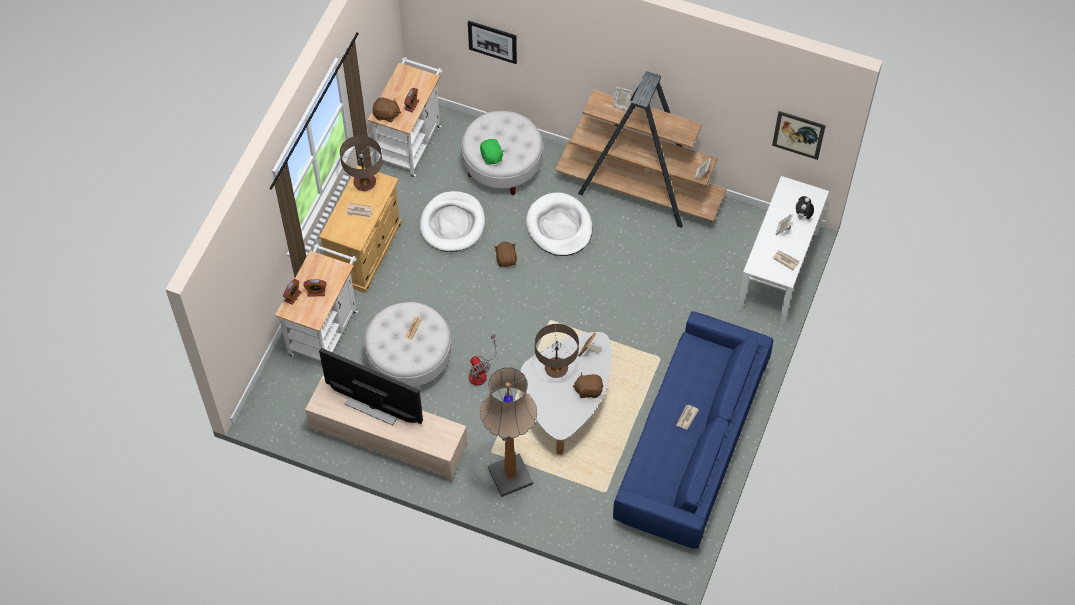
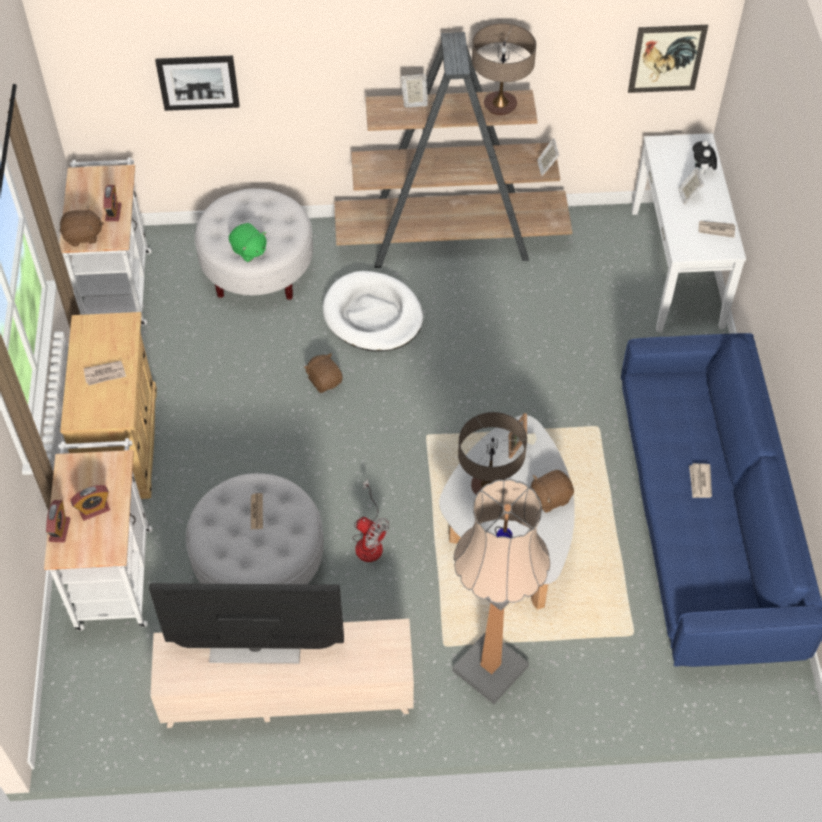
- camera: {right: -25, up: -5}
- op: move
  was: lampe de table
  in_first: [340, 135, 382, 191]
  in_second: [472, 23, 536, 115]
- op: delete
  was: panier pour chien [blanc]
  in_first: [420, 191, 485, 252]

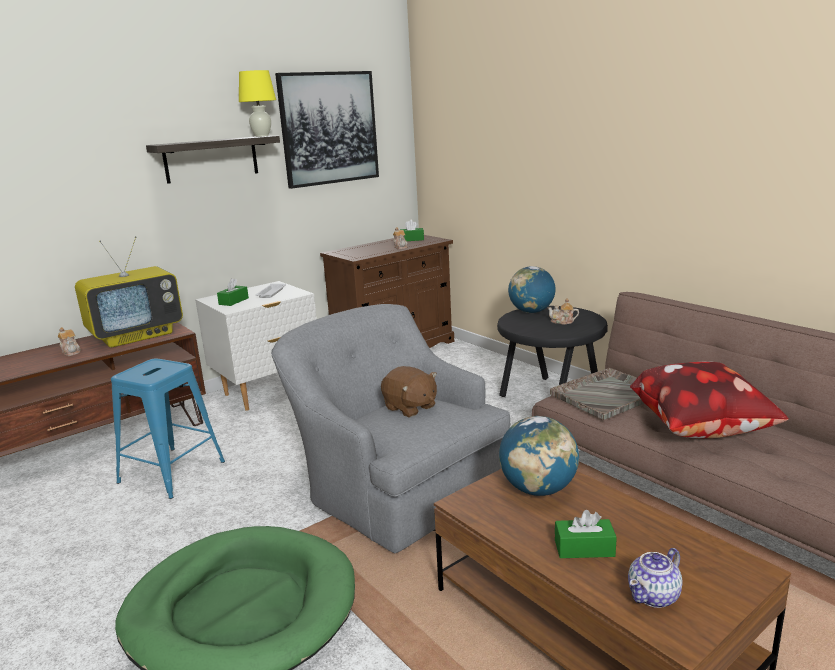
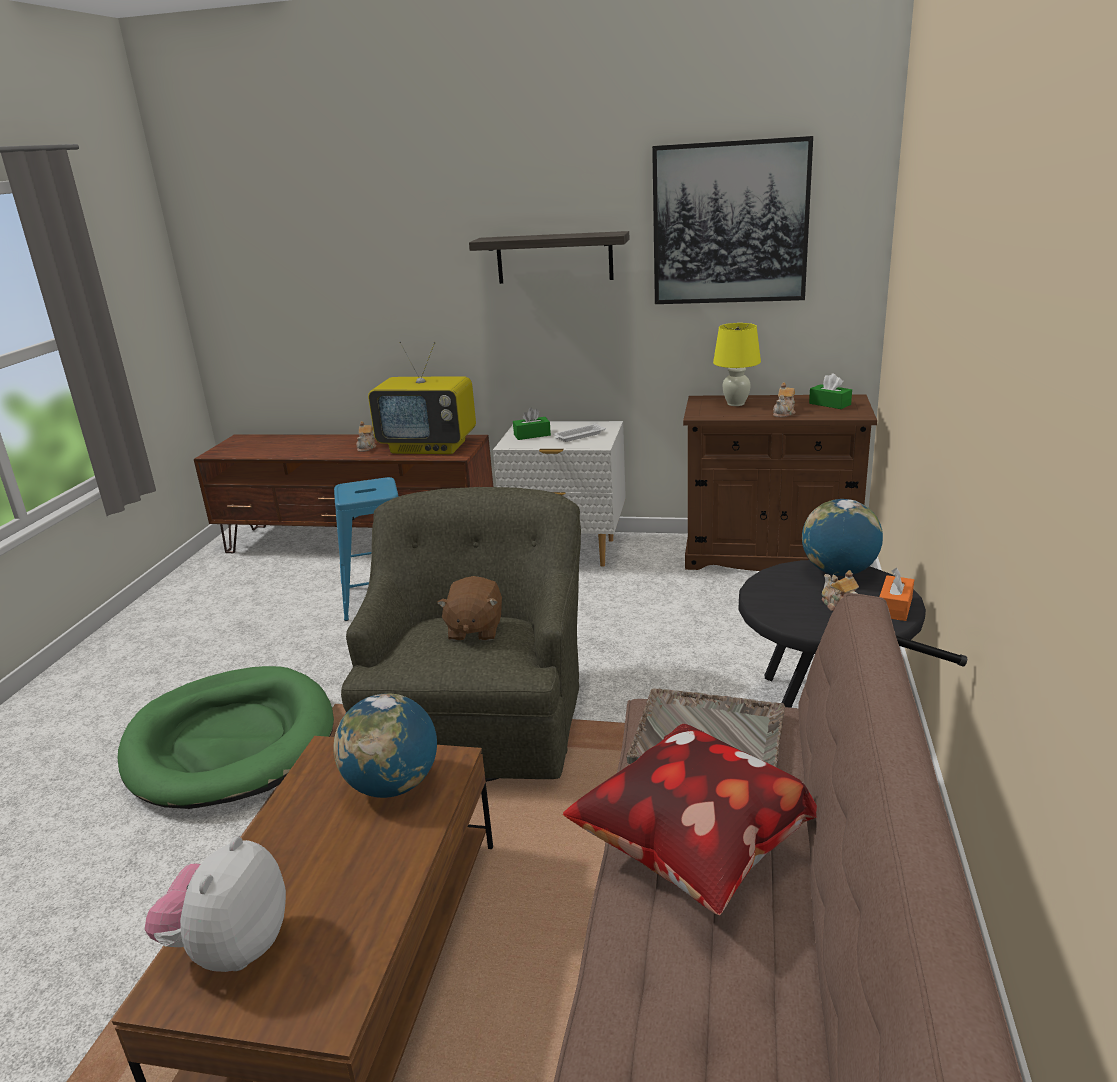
- camera: {right: 50, up: 5}
- op: replace
  was: théière
  now: peluche
  in_first: [628, 548, 683, 608]
  in_second: [145, 836, 286, 972]
- op: recolor
  was: fauteuil [gris]
  now: fauteuil [vert]
  in_first: [271, 304, 510, 553]
  in_second: [341, 487, 581, 782]
- op: move
  was: lampe de table [jaune]
  in_first: [239, 70, 276, 137]
  in_second: [713, 323, 761, 406]
- op: insert
  now: boîte à mouchoirs [orange]
  in_second: [879, 568, 914, 621]
- op: delete
  was: boîte à mouchoirs [vert]
  in_first: [555, 510, 617, 558]

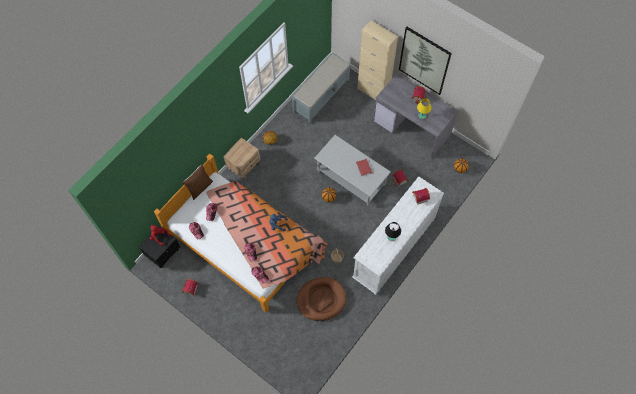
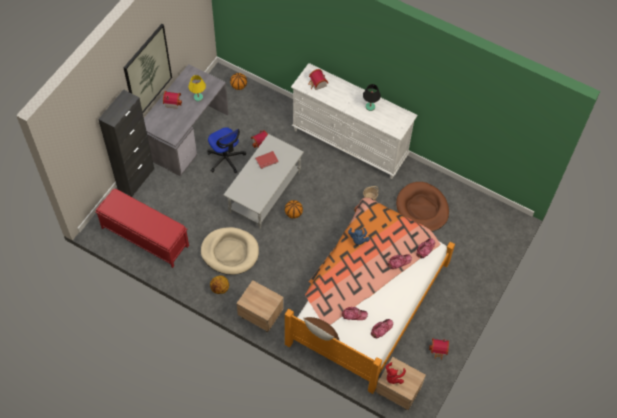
- camera: {right: -100, up: -5}
- op: recolor
  was: banc [gris]
  now: banc [rouge]
  in_first: [291, 52, 351, 123]
  in_second: [95, 189, 189, 268]
- op: recolor
  was: meuble de rangement [beige]
  now: meuble de rangement [noir]
  in_first: [357, 20, 398, 100]
  in_second: [98, 90, 154, 197]
- op: insert
  now: panier pour chien [beige]
  in_second: [201, 227, 259, 275]
- op: insert
  now: chaise de bureau
  in_second: [207, 127, 246, 173]
- op: recolor
  was: table de chevet [noir]
  now: table de chevet [beige]
  in_first: [138, 225, 180, 268]
  in_second: [376, 357, 426, 411]

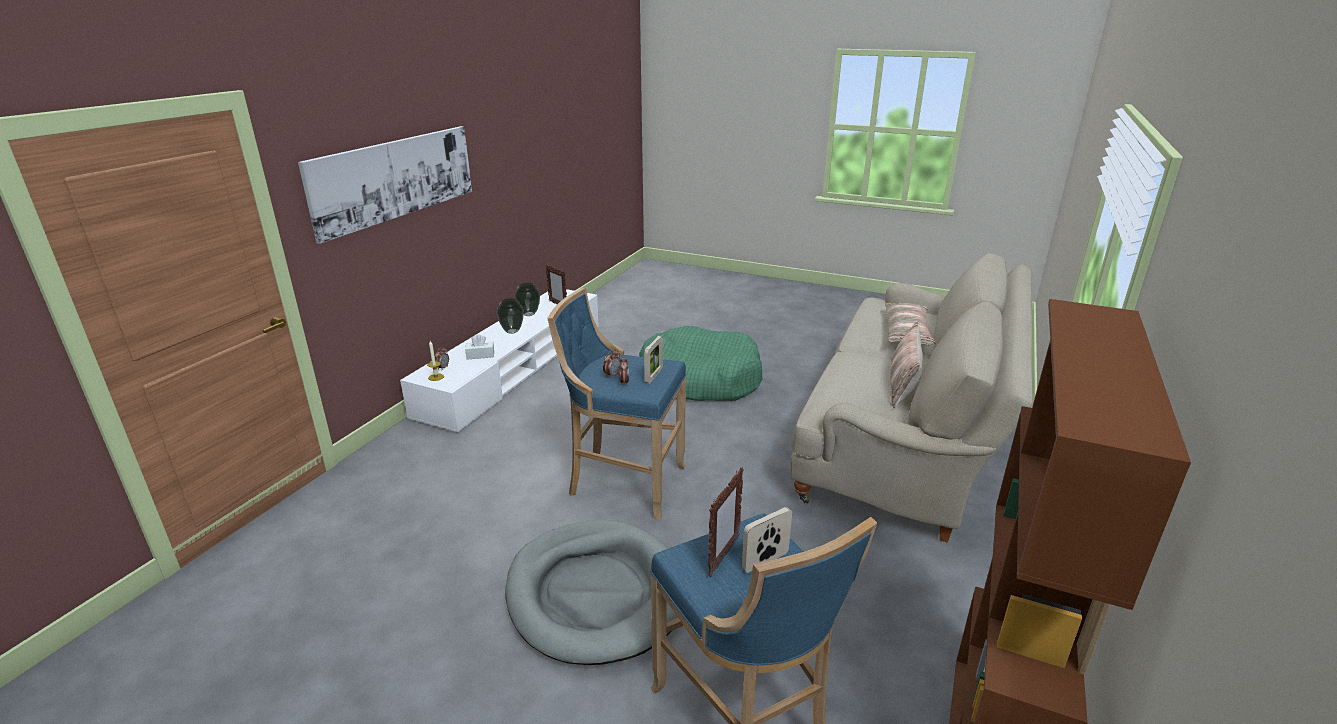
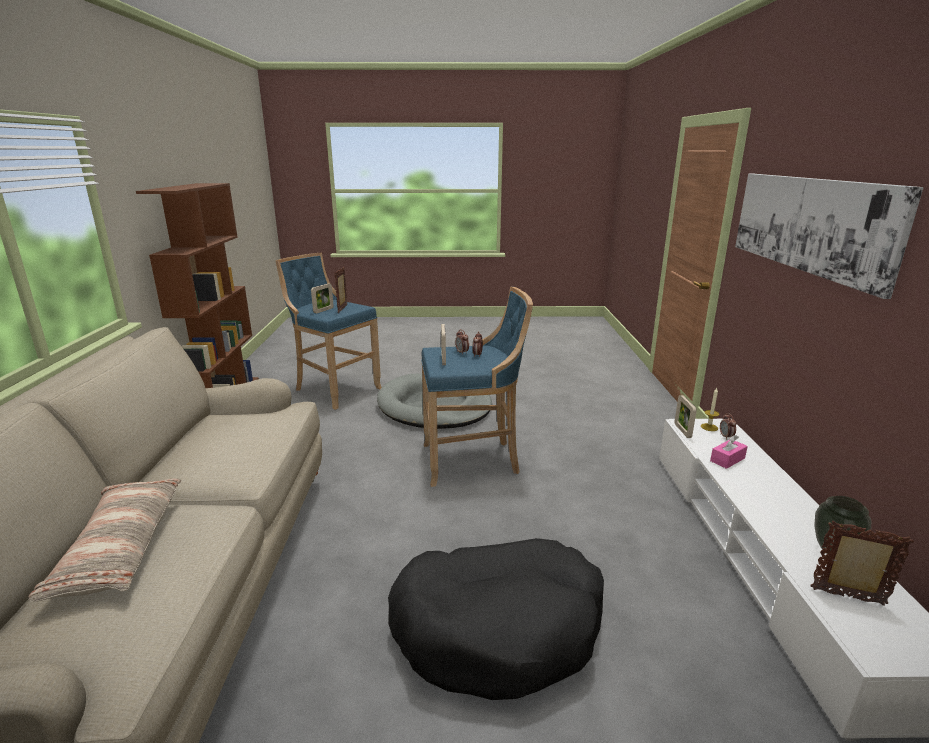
- camera: {right: 155, up: -5}
- op: recolor
  was: panier pour chien [vert]
  now: panier pour chien [noir]
  in_first: [639, 326, 762, 401]
  in_second: [388, 538, 604, 700]
- op: insert
  now: cadre photo
  in_second: [675, 395, 697, 438]
- op: recolor
  was: boîte à mouchoirs [blanc]
  now: boîte à mouchoirs [rose]
  in_first: [465, 334, 494, 359]
  in_second: [710, 435, 748, 469]
- op: delete
  was: vase
  in_first: [497, 298, 524, 334]
- op: delete
  was: coussin
  in_first: [891, 322, 923, 408]

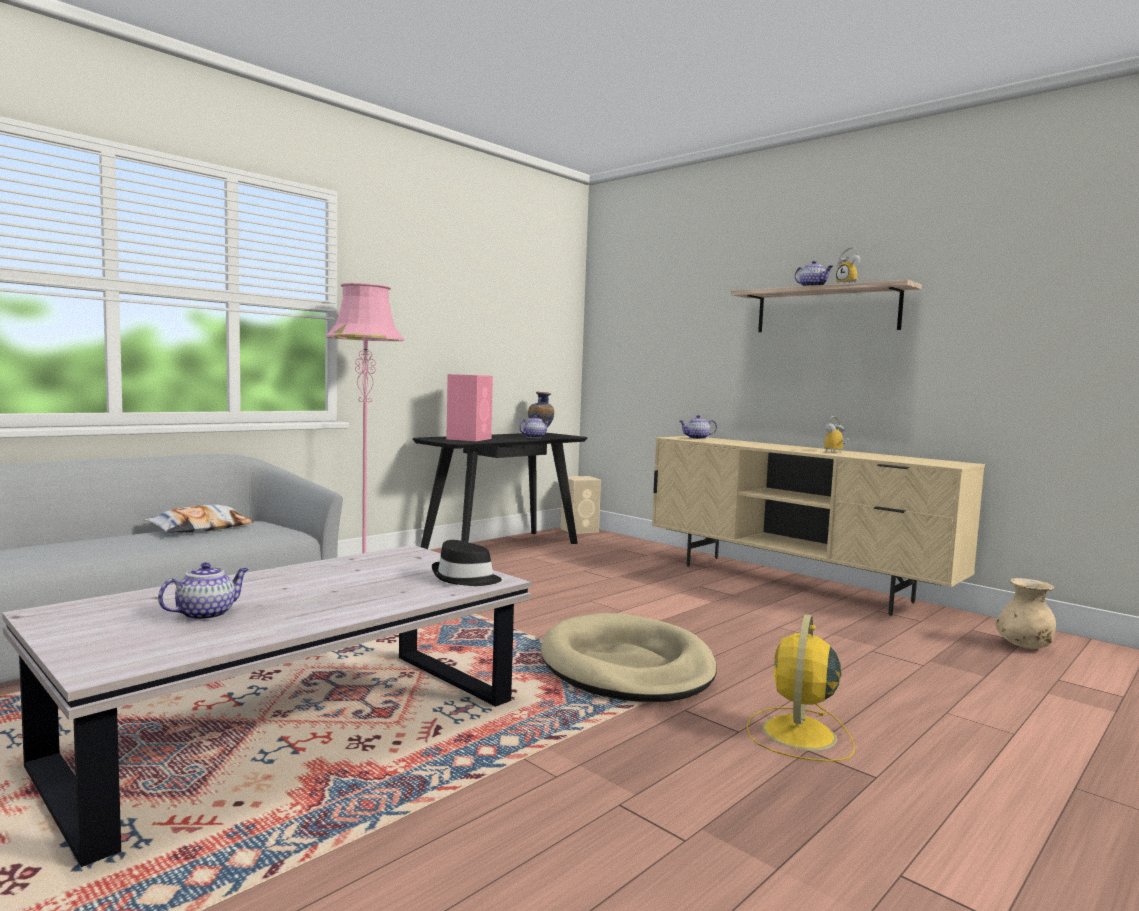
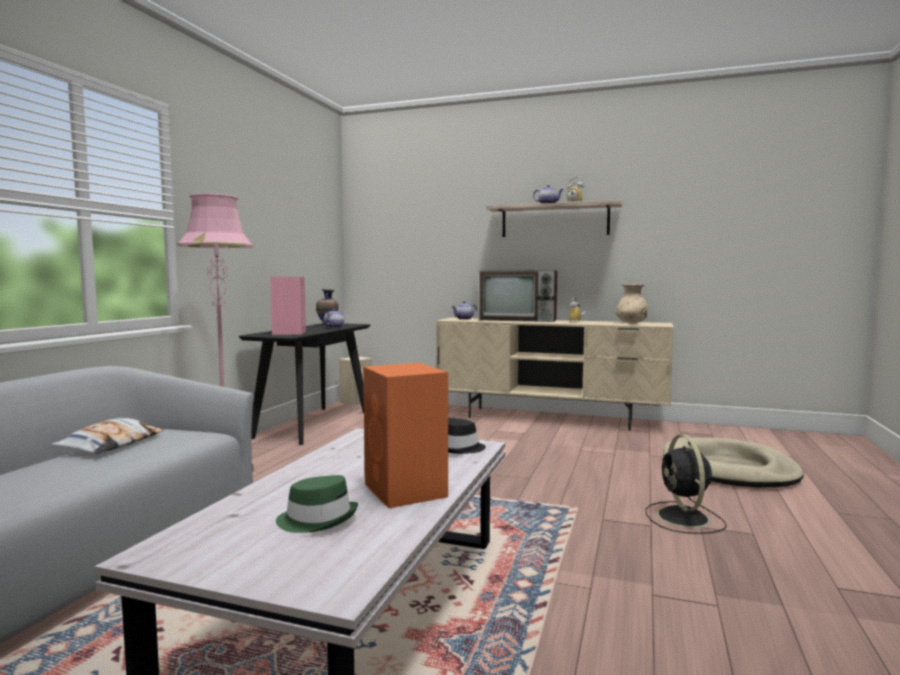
- camera: {right: -25, up: 0}
- op: replace
  was: théière
  now: chapeau [vert]
  in_first: [158, 562, 249, 620]
  in_second: [276, 475, 358, 533]
- op: insert
  now: enceinte [orange]
  in_second: [363, 363, 448, 508]
- op: insert
  now: téléviseur
  in_second: [479, 271, 557, 322]
- op: move
  was: vase [beige]
  in_first: [996, 578, 1056, 649]
  in_second: [616, 284, 648, 323]
- op: recolor
  was: ventilateur [jaune]
  now: ventilateur [noir]
  in_first: [747, 614, 855, 762]
  in_second: [646, 435, 727, 534]
- op: move
  was: panier pour chien [beige]
  in_first: [541, 613, 717, 702]
  in_second: [663, 437, 804, 488]

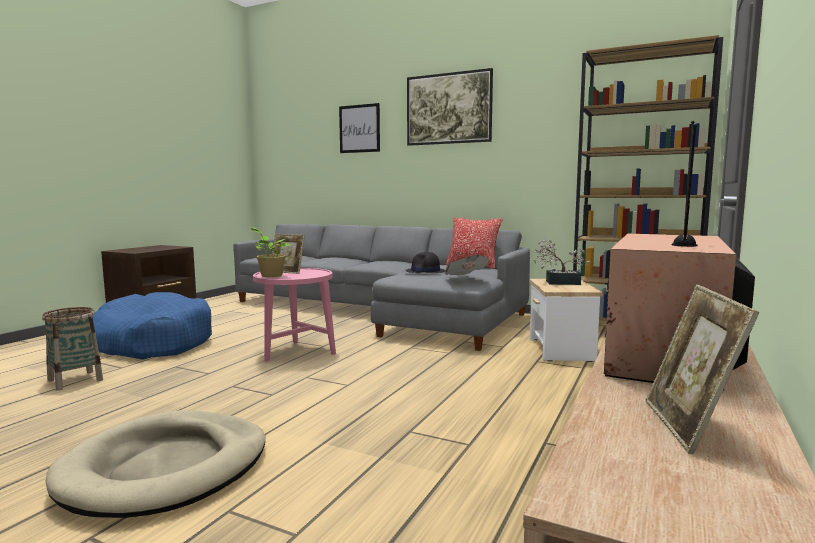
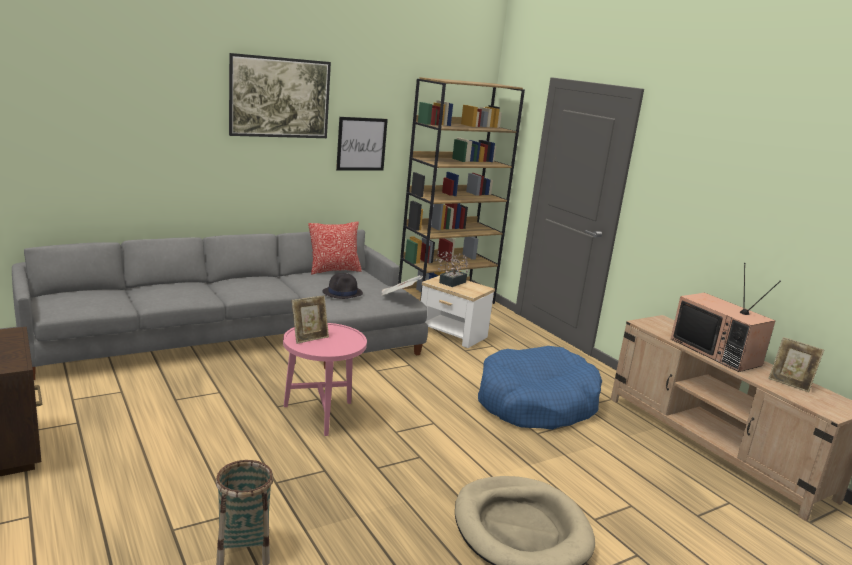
- camera: {right: -60, up: 10}
- op: move
  was: tableau
  in_first: [339, 103, 380, 153]
  in_second: [336, 117, 388, 171]
- op: move
  was: panier pour chien [bleu]
  in_first: [93, 292, 212, 360]
  in_second: [478, 346, 602, 430]
- op: delete
  was: plante en pot
  in_first: [251, 227, 291, 277]

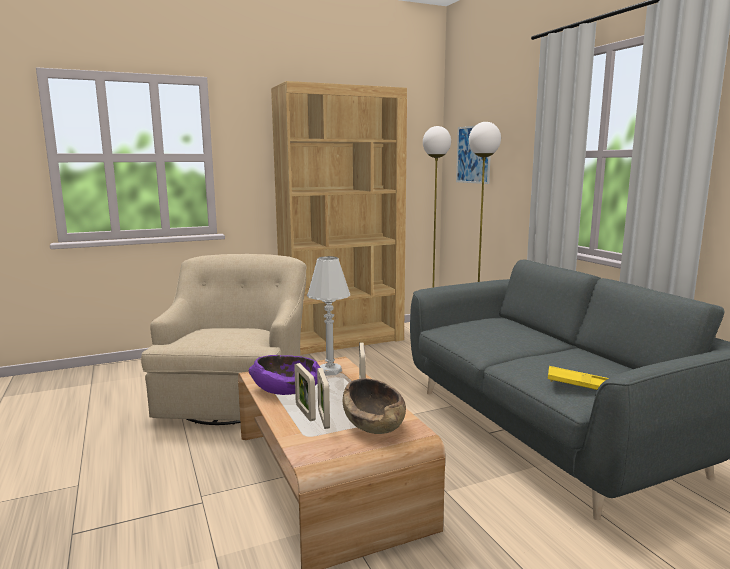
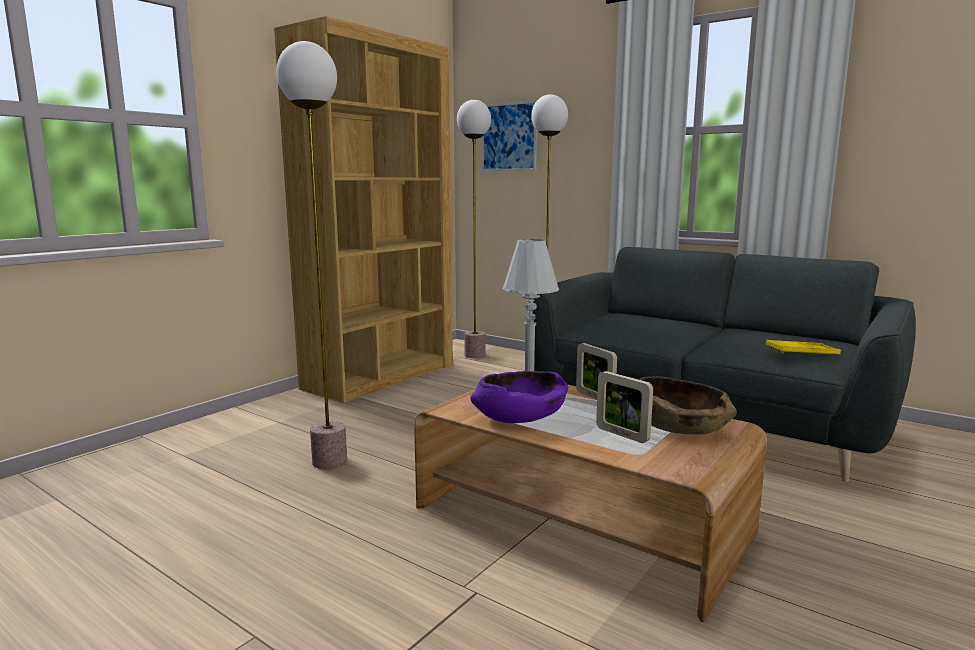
- camera: {right: -30, up: 0}
- op: replace
  was: fauteuil [beige]
  now: lampadaire
  in_first: [141, 254, 307, 425]
  in_second: [276, 41, 347, 469]
- op: delete
  was: cadre photo
  in_first: [294, 363, 316, 421]

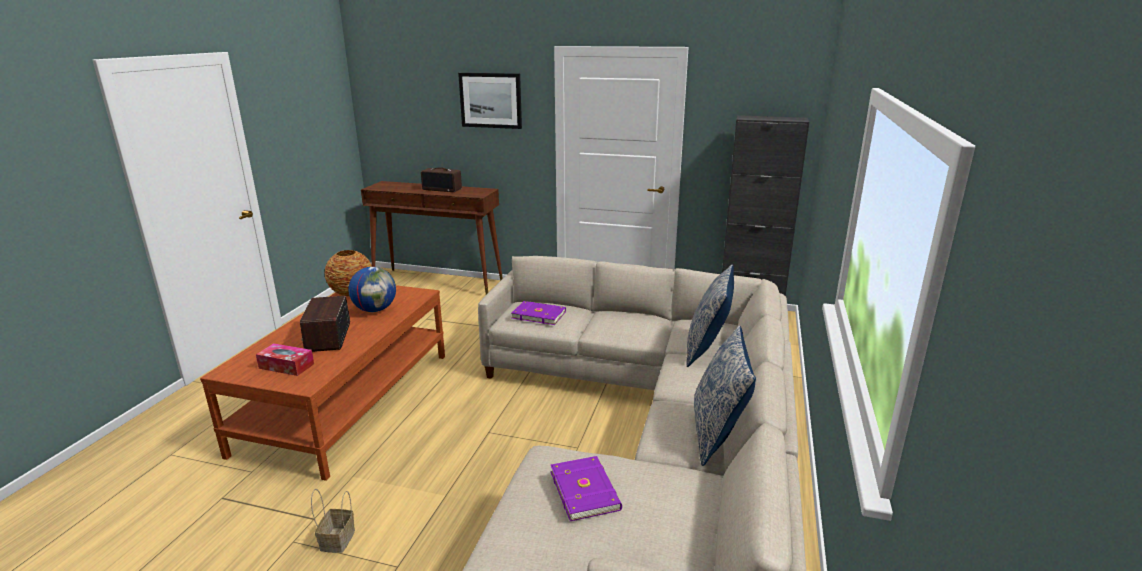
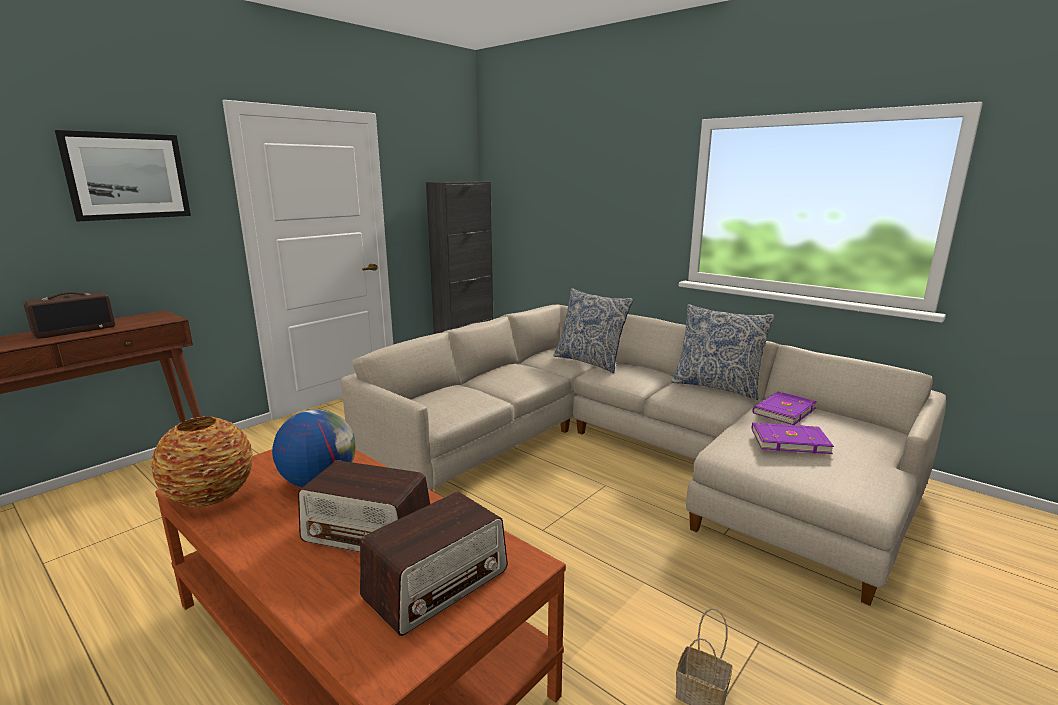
- camera: {right: -65, up: -5}
- op: replace
  was: boîte à mouchoirs
  now: radio
  in_first: [256, 343, 314, 376]
  in_second: [360, 492, 508, 636]
- op: move
  was: livre [violet]
  in_first: [512, 301, 566, 325]
  in_second: [752, 392, 817, 425]

